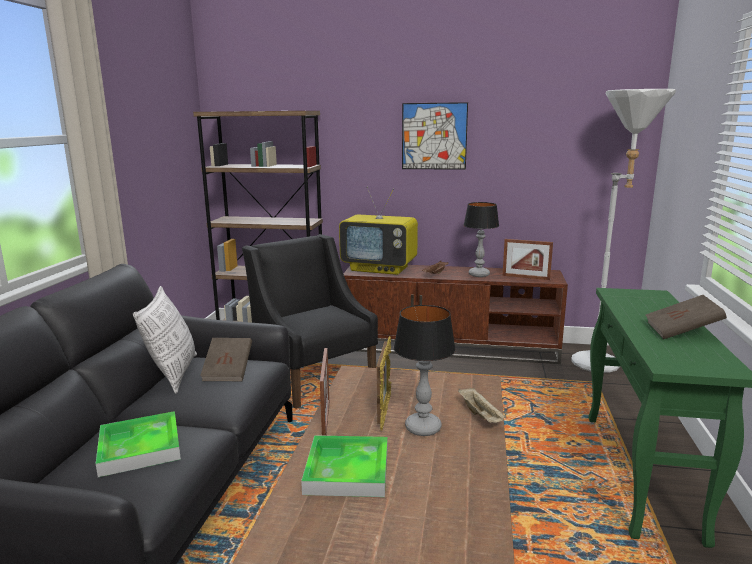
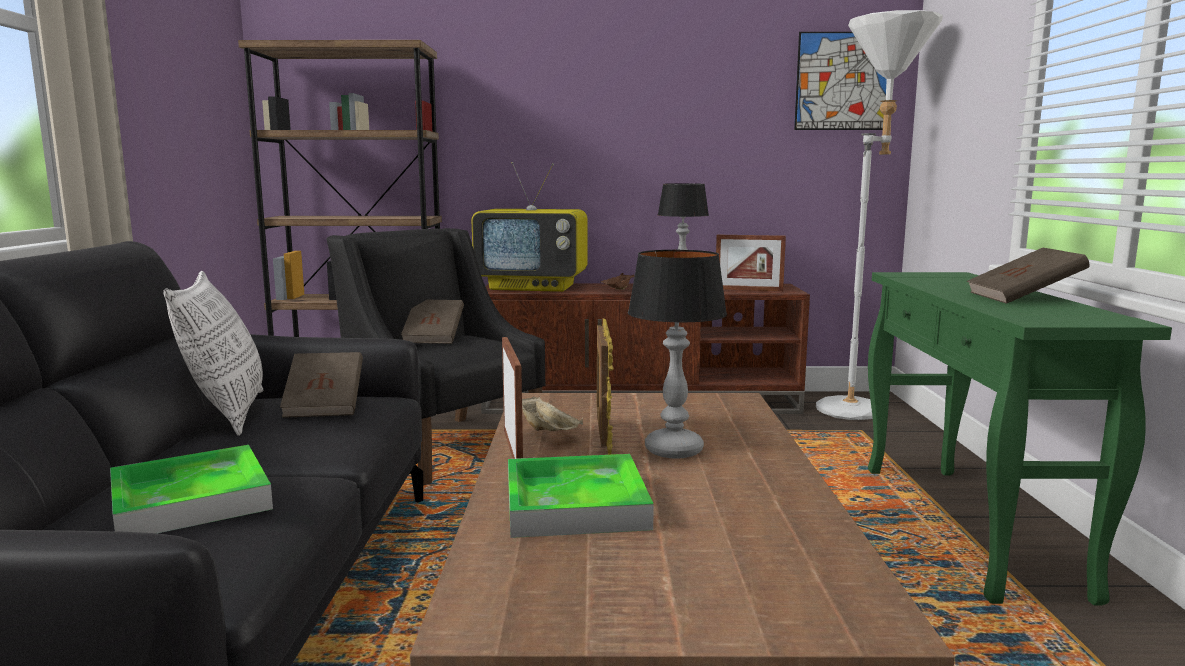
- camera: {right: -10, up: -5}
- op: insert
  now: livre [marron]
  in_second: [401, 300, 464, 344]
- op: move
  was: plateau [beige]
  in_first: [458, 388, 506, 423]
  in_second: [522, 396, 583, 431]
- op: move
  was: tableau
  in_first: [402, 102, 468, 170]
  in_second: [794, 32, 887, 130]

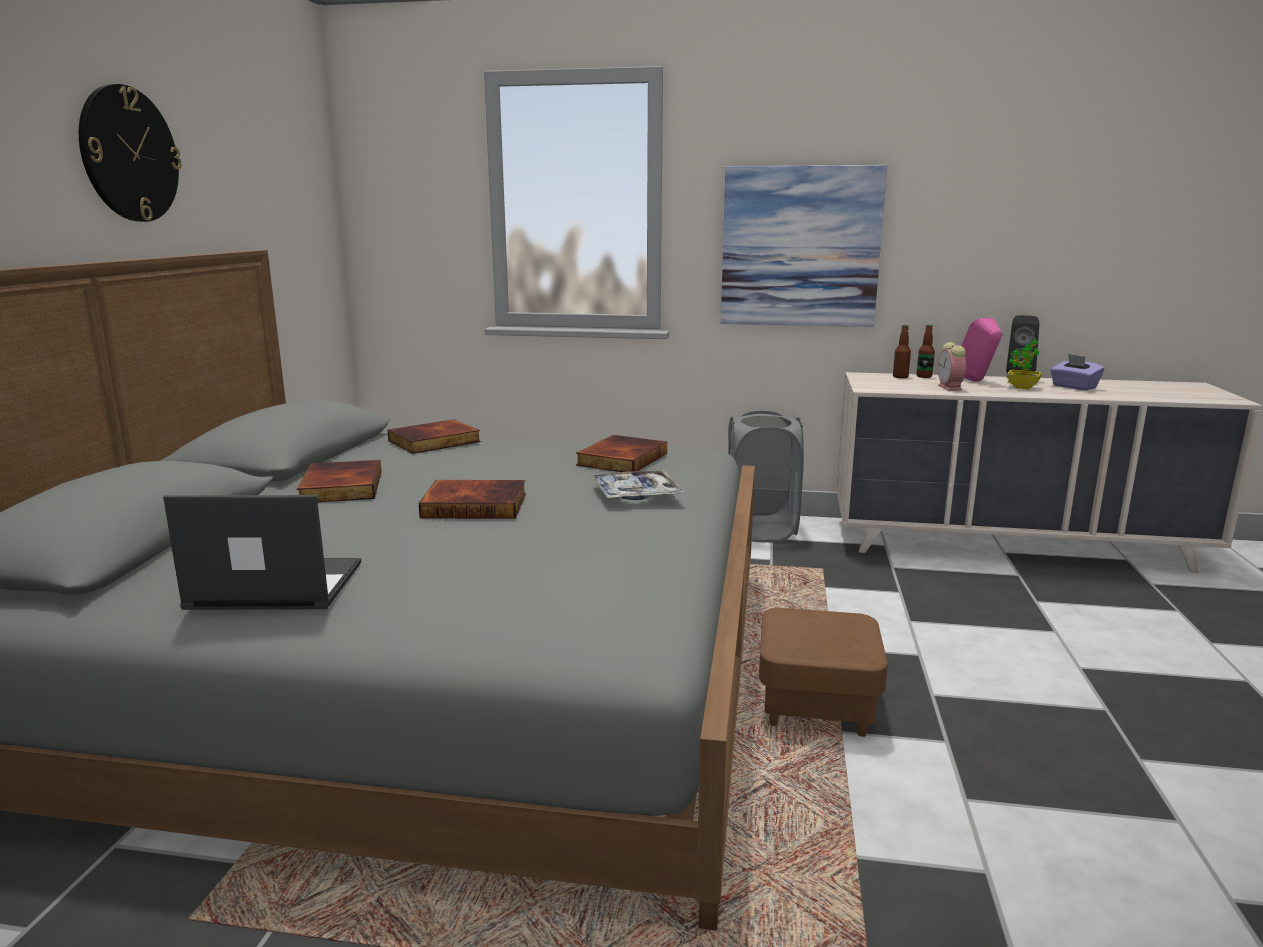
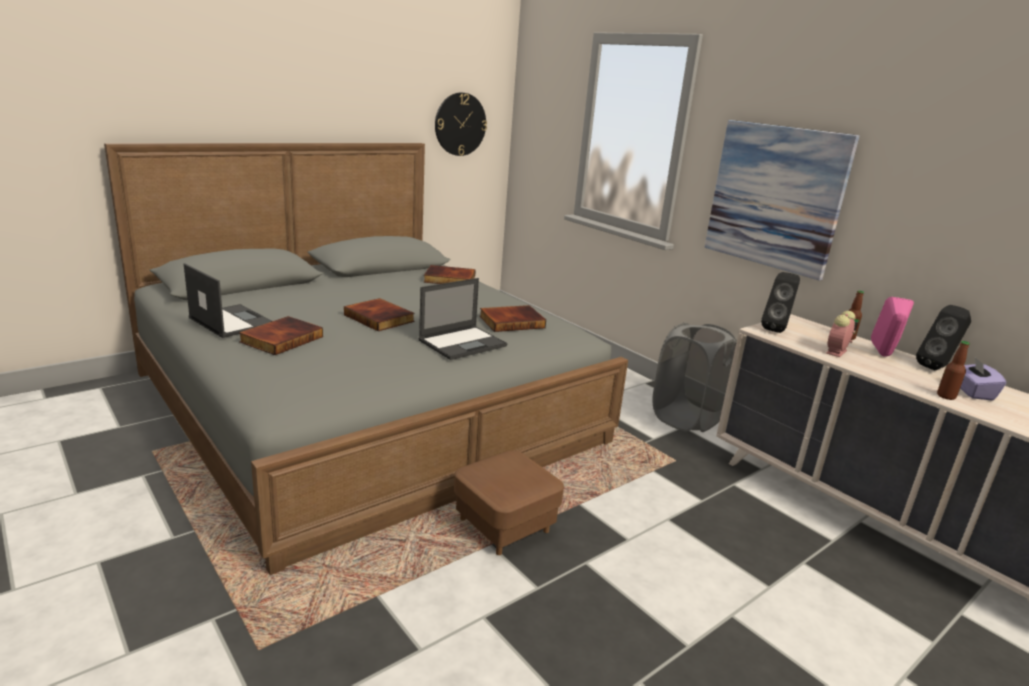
- camera: {right: 40, up: 5}
- op: move
  was: livre
  in_first: [297, 460, 382, 502]
  in_second: [239, 316, 323, 355]
- op: replace
  was: plateau
  now: ordinateur portable
  in_first: [593, 470, 685, 500]
  in_second: [419, 278, 508, 360]
- op: move
  was: horloge murale
  in_first: [79, 84, 182, 222]
  in_second: [435, 93, 487, 156]
- op: insert
  now: enceinte [noir]
  in_second: [761, 272, 800, 333]
- op: move
  was: bouteille
  in_first: [893, 325, 911, 378]
  in_second: [937, 341, 970, 400]
- op: delete
  was: plante en pot
  in_first: [1006, 339, 1042, 389]

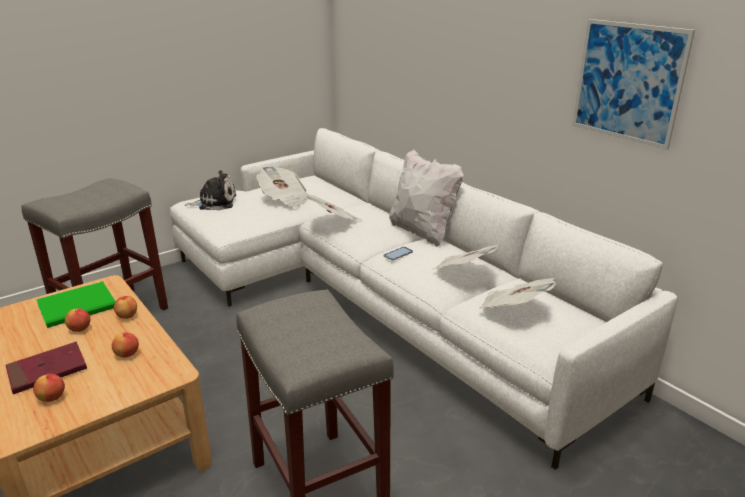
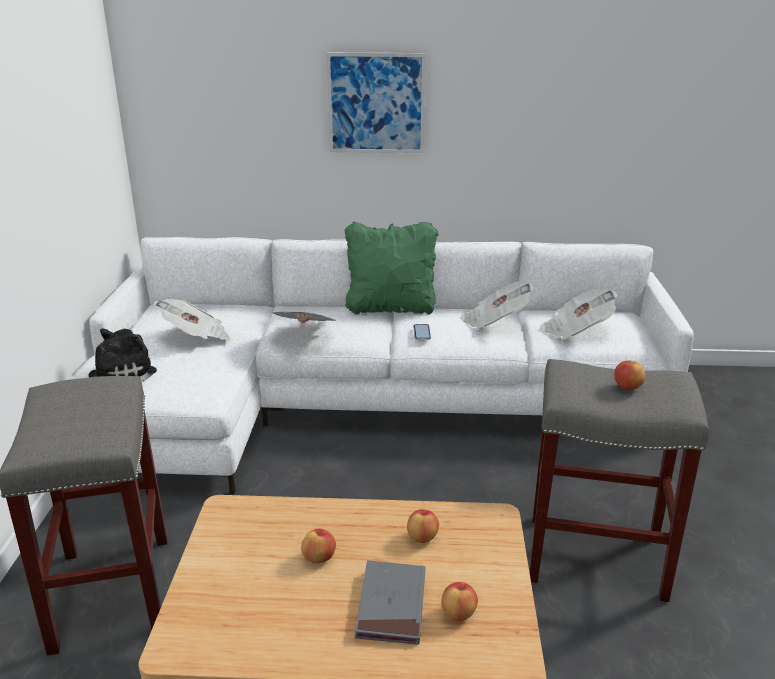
- camera: {right: -50, up: 0}
- op: move
  was: tableau
  in_first: [572, 19, 695, 150]
  in_second: [327, 53, 426, 153]
- op: recolor
  was: coussin [blanc]
  now: coussin [vert]
  in_first: [389, 149, 464, 247]
  in_second: [345, 221, 438, 315]
- op: recolor
  was: livre [rouge]
  now: livre [gris]
  in_first: [6, 342, 87, 394]
  in_second: [355, 560, 426, 645]
- op: move
  was: pomme
  in_first: [114, 296, 137, 319]
  in_second: [614, 360, 646, 390]
- op: delete
  was: livre [vert]
  in_first: [36, 281, 116, 328]

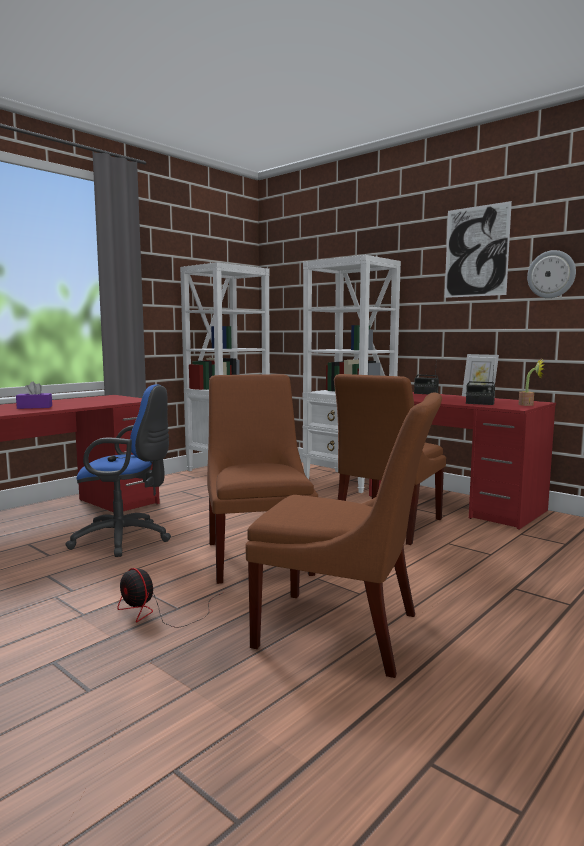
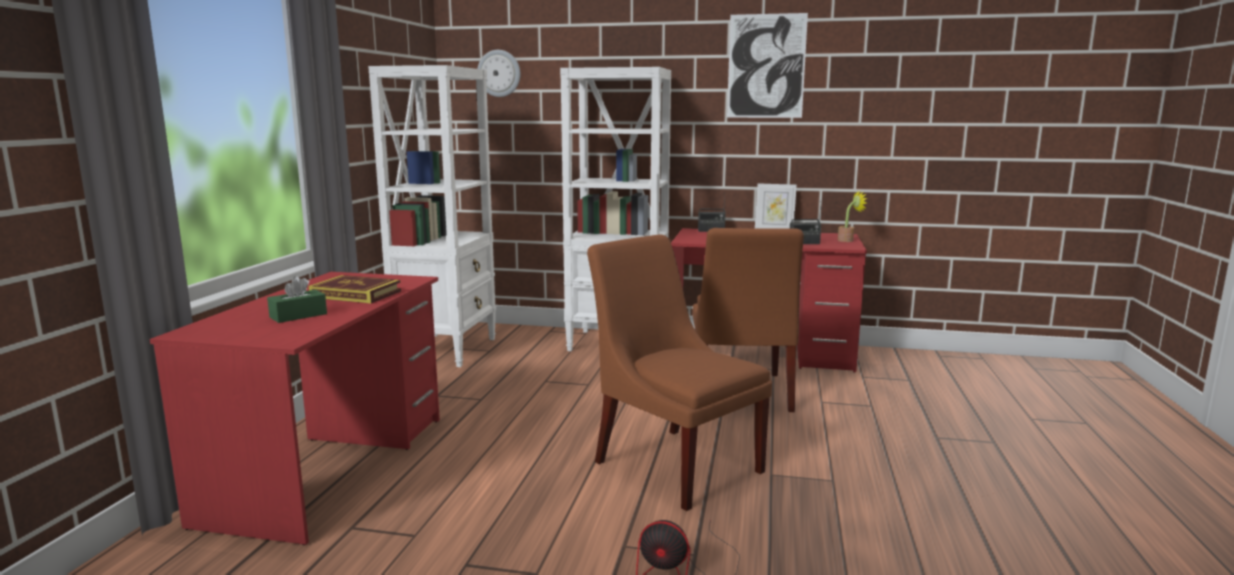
- camera: {right: -30, up: 5}
- op: recolor
  was: boîte à mouchoirs [violet]
  now: boîte à mouchoirs [vert]
  in_first: [16, 382, 52, 409]
  in_second: [267, 276, 327, 323]
- op: insert
  now: livre
  in_second: [309, 275, 401, 304]
- op: move
  was: horloge murale
  in_first: [527, 250, 576, 298]
  in_second: [477, 50, 520, 97]
- op: delete
  was: chaise de bureau [bleu]
  in_first: [65, 384, 171, 557]
- op: delete
  was: chaise [marron]
  in_first: [246, 392, 442, 678]

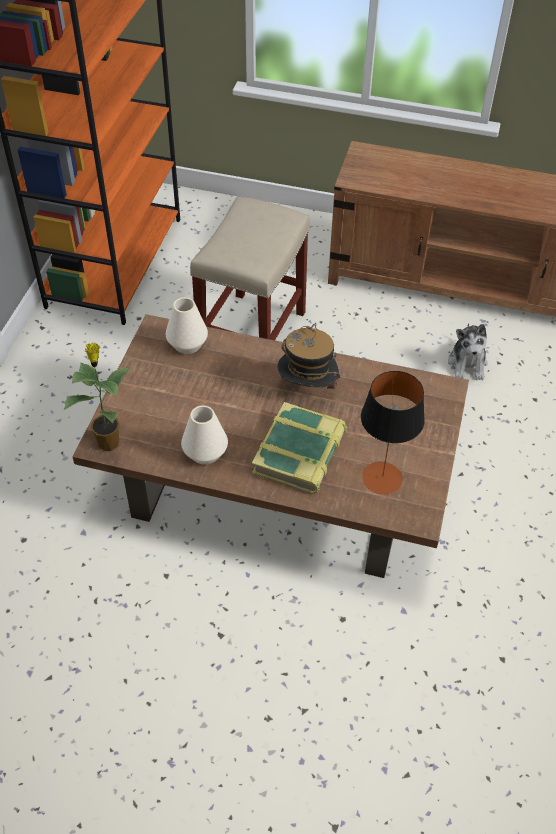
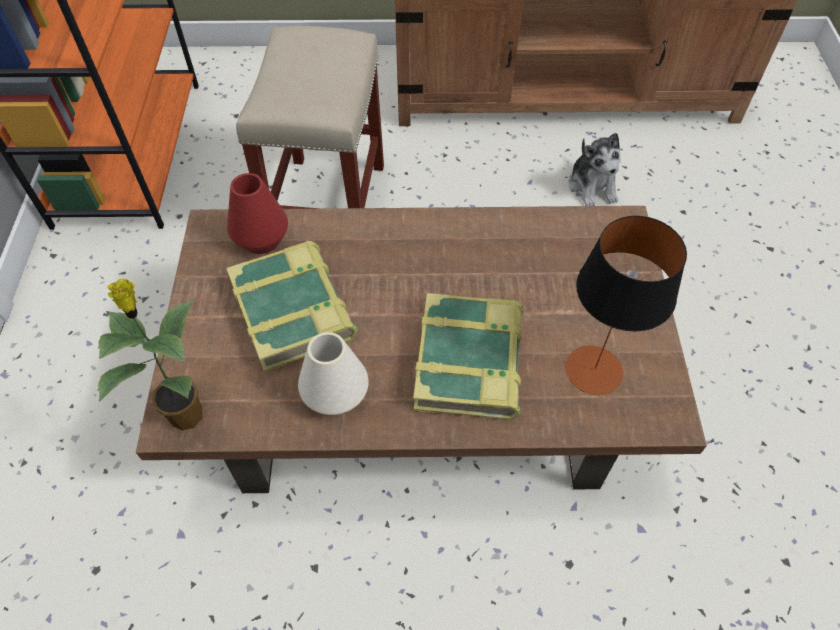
- camera: {right: -15, up: 5}
- op: insert
  now: livre
  in_second: [226, 241, 358, 372]
- op: recolor
  was: vase [blanc]
  now: vase [rouge]
  in_first: [166, 297, 208, 354]
  in_second: [227, 173, 288, 254]
- op: delete
  was: chapeau
  in_first: [278, 323, 340, 389]

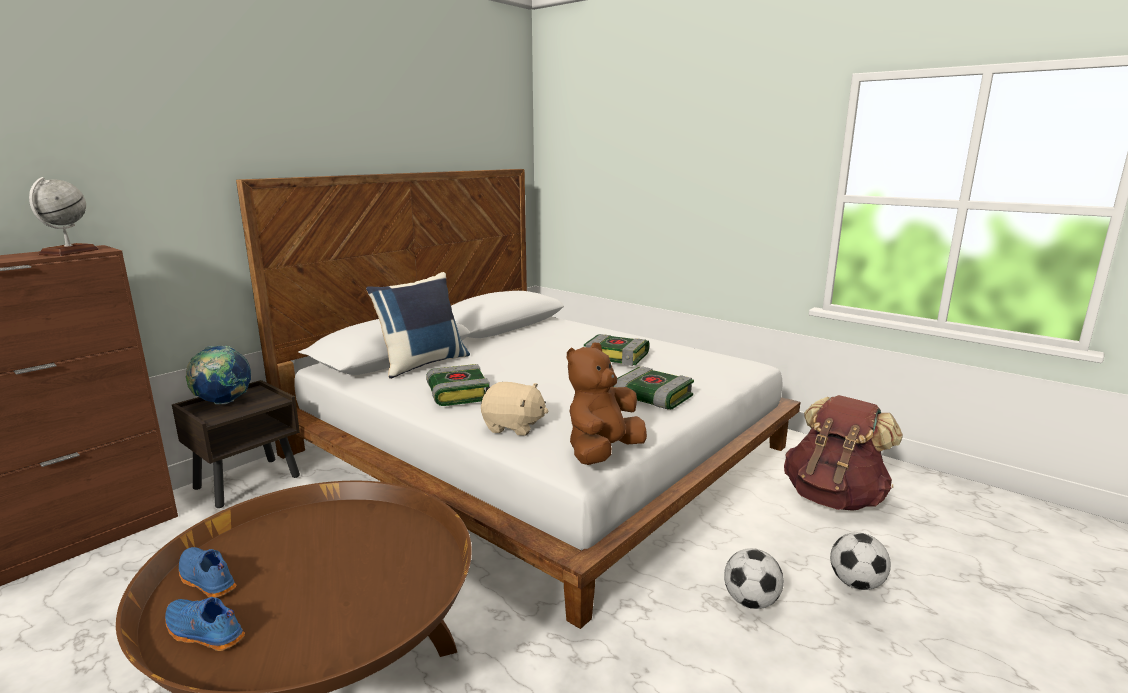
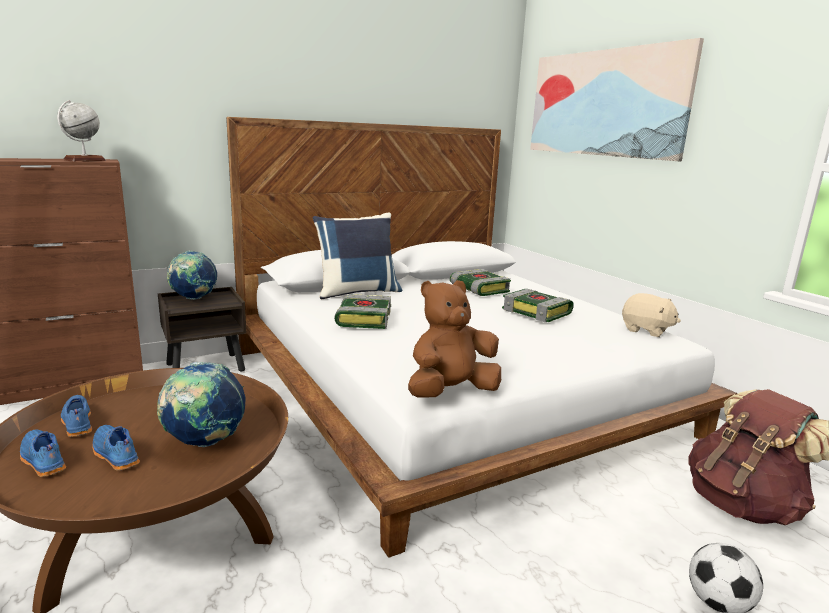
- camera: {right: 20, up: 0}
- op: insert
  now: chaussure [bleu]
  in_second: [93, 425, 140, 471]
- op: insert
  now: globe
  in_second: [157, 362, 246, 447]
- op: move
  was: livre
  in_first: [613, 366, 694, 409]
  in_second: [450, 269, 511, 296]
- op: insert
  now: tableau
  in_second: [530, 38, 704, 161]
- op: move
  was: peluche [beige]
  in_first: [481, 382, 549, 436]
  in_second: [622, 293, 681, 337]
- op: delete
  was: ballon de foot
  in_first: [724, 548, 784, 609]

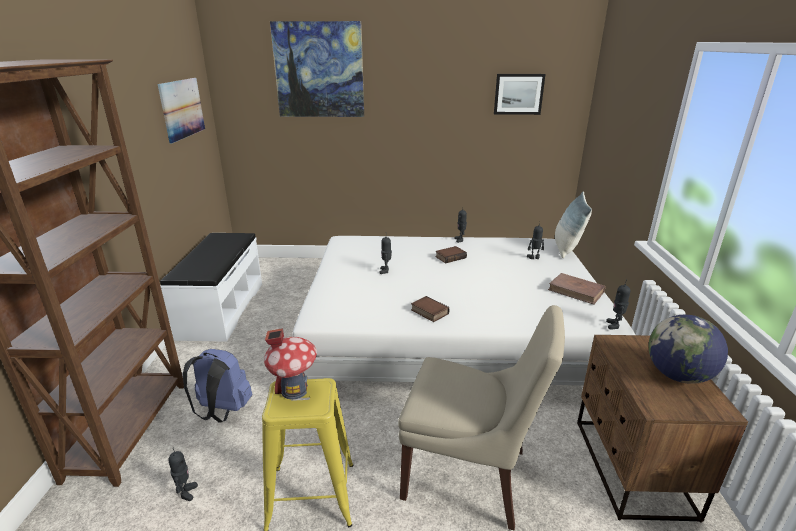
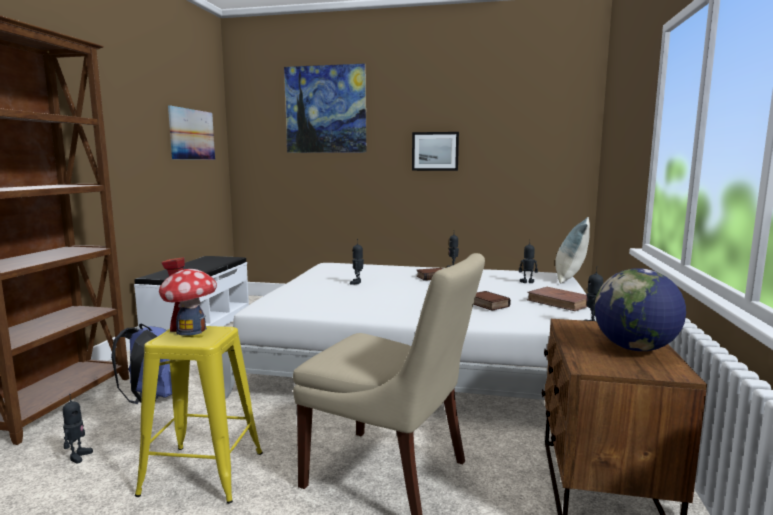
- camera: {right: 10, up: -15}
- op: move
  was: tableau
  in_first: [494, 74, 545, 115]
  in_second: [412, 132, 459, 171]
- op: move
  was: livre
  in_first: [411, 296, 450, 322]
  in_second: [473, 291, 511, 311]

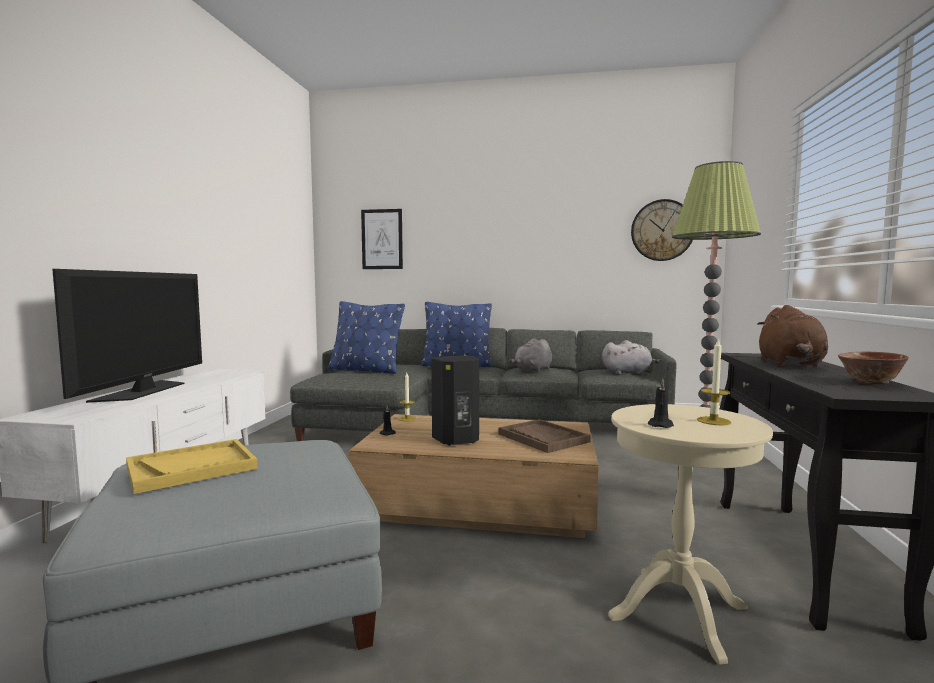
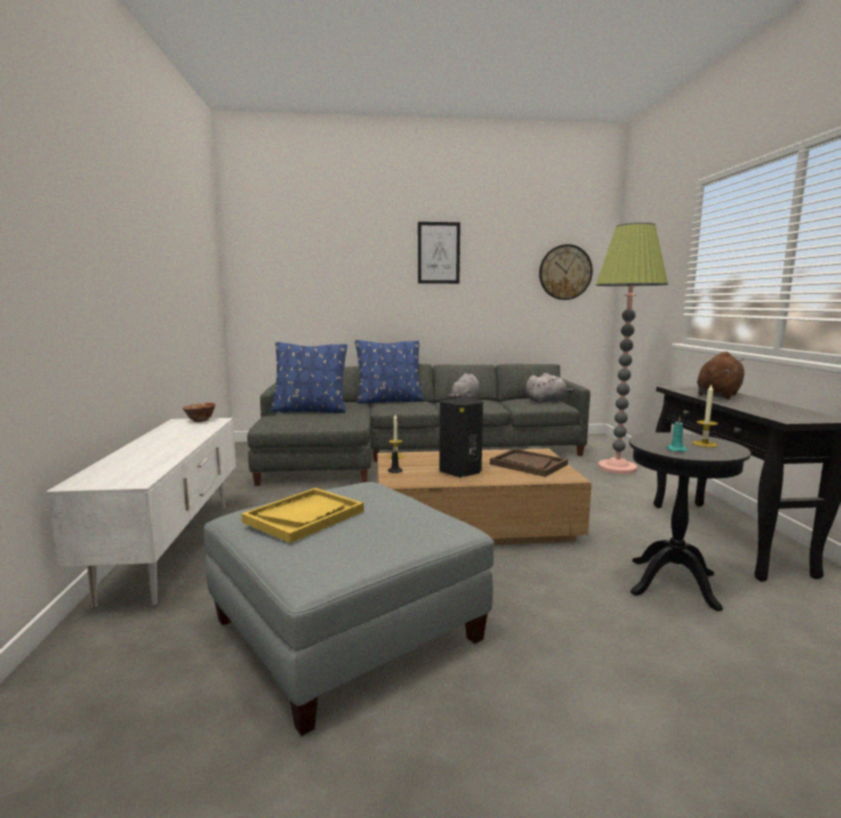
- camera: {right: -15, up: 5}
- op: move
  was: bol
  in_first: [838, 352, 909, 385]
  in_second: [182, 403, 216, 422]
- op: move
  was: tableau
  in_first: [361, 209, 403, 269]
  in_second: [418, 222, 460, 284]
- op: recolor
  was: table d'appoint [beige]
  now: table d'appoint [noir]
  in_first: [608, 404, 773, 665]
  in_second: [629, 432, 751, 612]
- op: recolor
  was: bougie [noir]
  now: bougie [turquoise]
  in_first: [648, 378, 674, 428]
  in_second: [667, 416, 688, 452]
- op: rotate
  was: peluche [marron]
  in_first: [757, 305, 828, 367]
  in_second: [697, 351, 745, 399]
  clockwise: -135
- op: delete
  was: téléviseur
  in_first: [52, 269, 202, 403]

